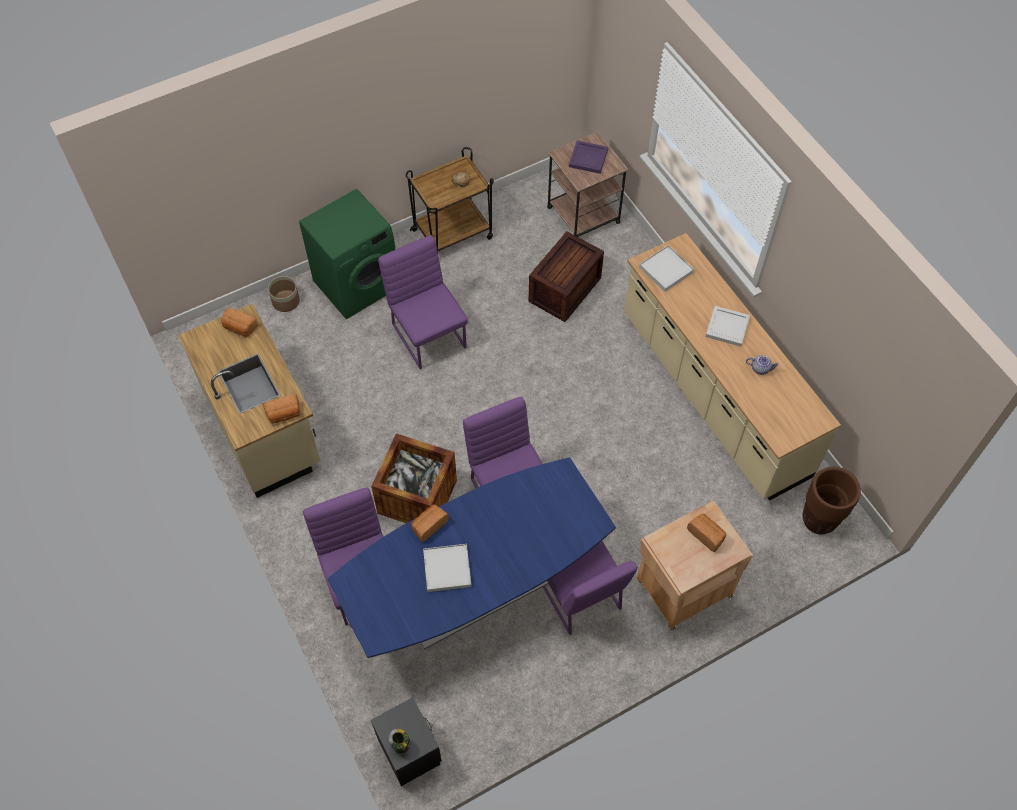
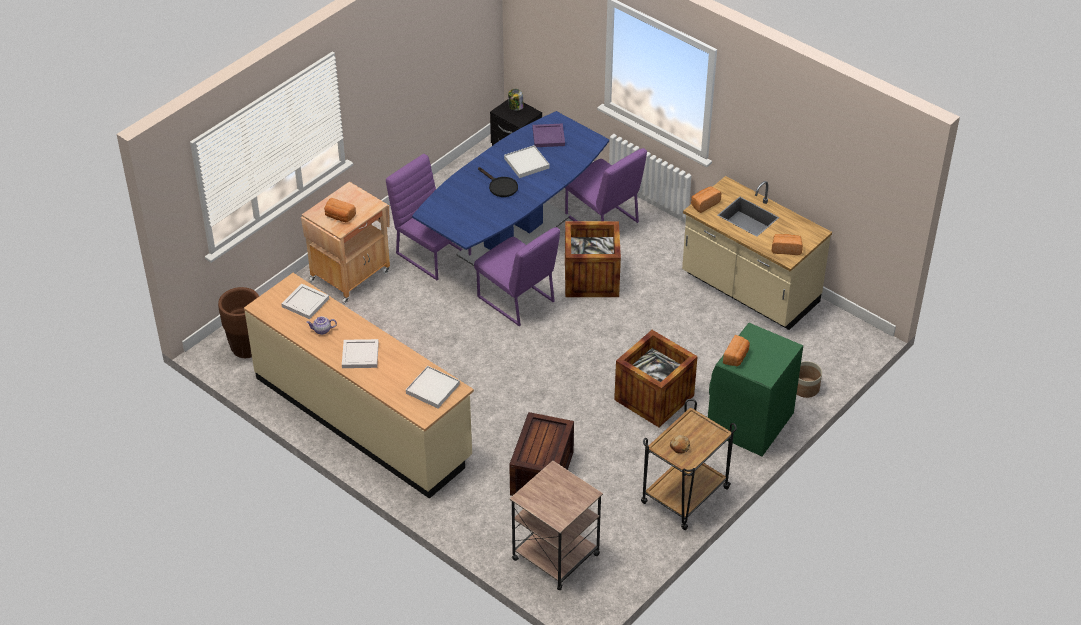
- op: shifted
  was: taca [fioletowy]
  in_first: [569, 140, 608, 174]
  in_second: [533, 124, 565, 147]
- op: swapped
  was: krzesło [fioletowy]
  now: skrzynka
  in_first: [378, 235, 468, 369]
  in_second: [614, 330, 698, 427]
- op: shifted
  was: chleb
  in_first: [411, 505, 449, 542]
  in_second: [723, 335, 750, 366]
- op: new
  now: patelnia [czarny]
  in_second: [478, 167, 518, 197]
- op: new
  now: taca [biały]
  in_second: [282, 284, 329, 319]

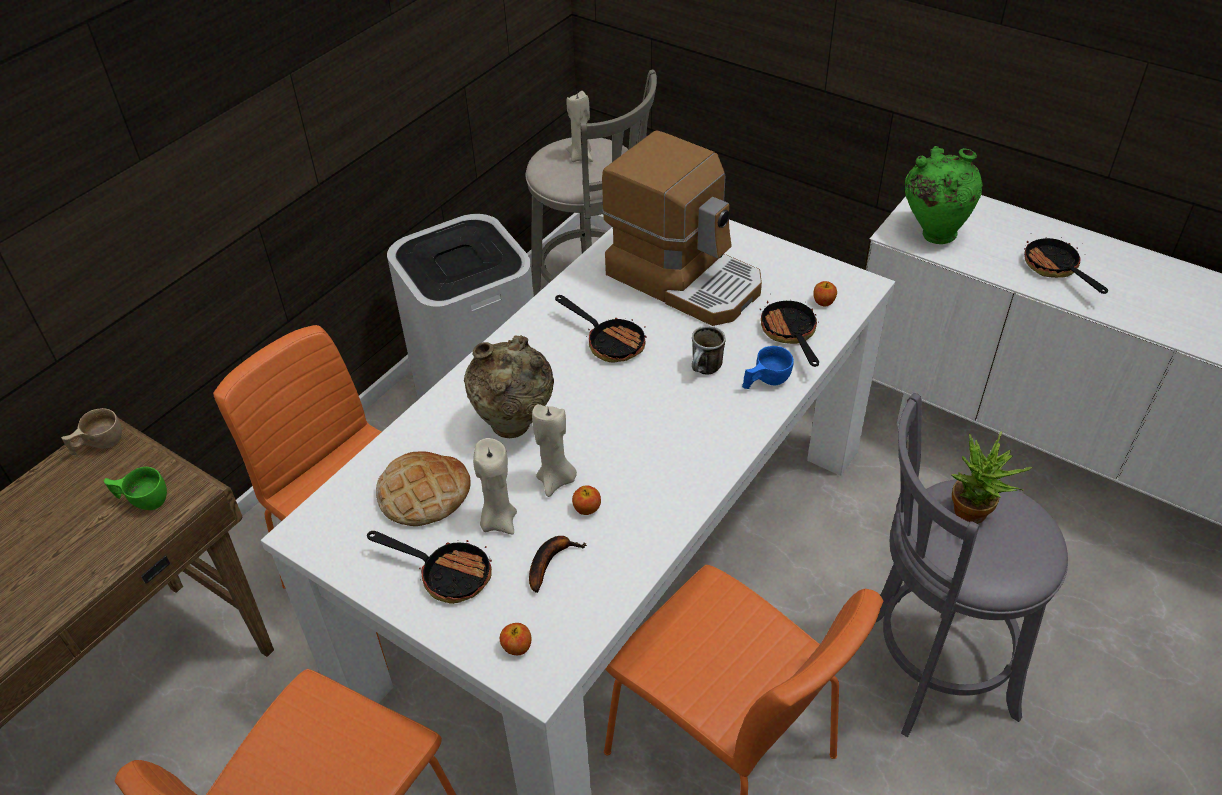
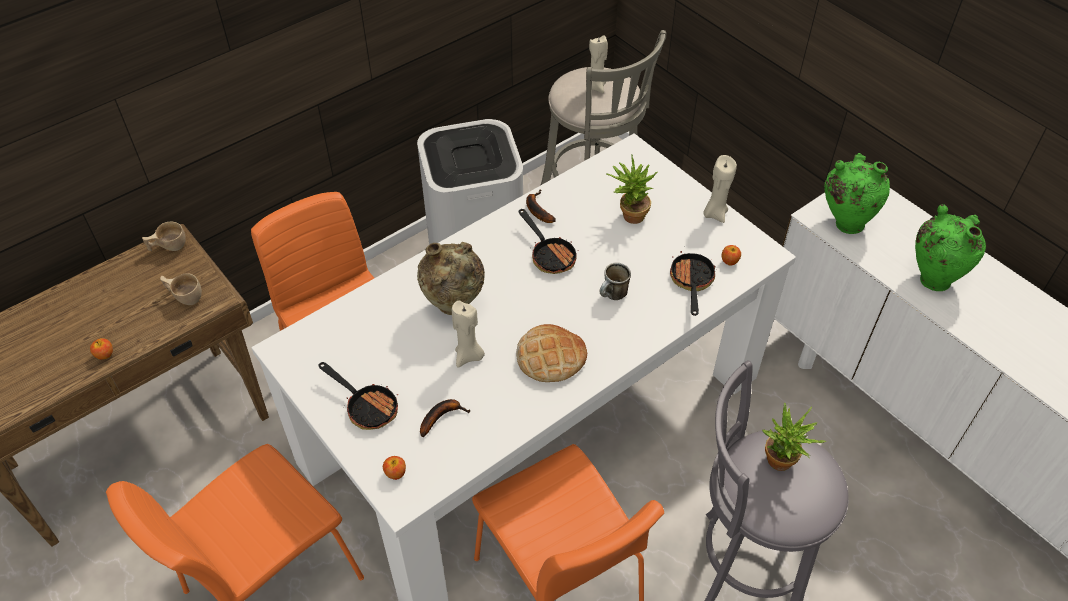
- op: swapped
  was: ekspres do kawy
  now: roślina doniczkowa
  in_first: [602, 131, 762, 326]
  in_second: [607, 154, 657, 224]
- op: swapped
  was: patelnia
  now: wazon [zielony]
  in_first: [1024, 237, 1108, 294]
  in_second: [915, 204, 986, 291]
- op: gone
  was: filiżanka [niebieski]
  in_first: [742, 346, 794, 389]
- op: shifted
  was: świeca [beżowy]
  in_first: [473, 438, 517, 534]
  in_second: [703, 155, 737, 223]
- op: shifted
  was: chleb
  in_first: [376, 451, 471, 526]
  in_second: [516, 324, 587, 382]
- op: repainted
  was: filiżanka [zielony]
  now: filiżanka [beżowy]
  in_first: [104, 467, 167, 510]
  in_second: [160, 273, 202, 305]
- op: shifted
  was: jabłko
  in_first: [572, 485, 601, 515]
  in_second: [90, 338, 113, 359]
- op: new
  now: banan
  in_second: [526, 189, 556, 223]

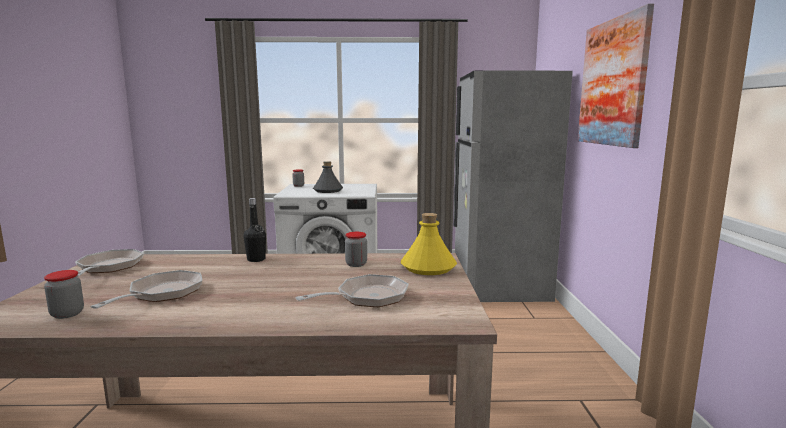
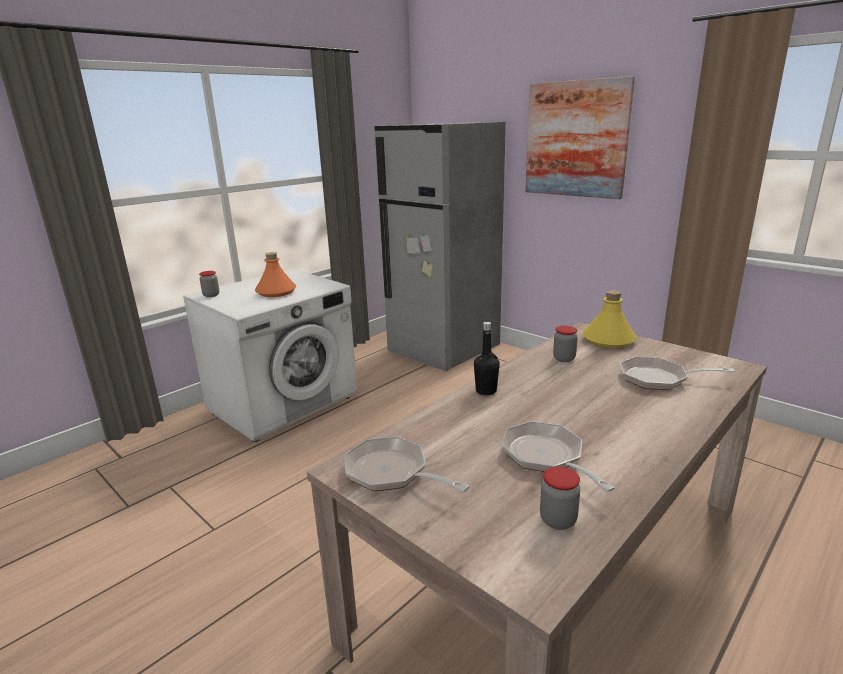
- op: repainted
  was: butelka [szary]
  now: butelka [pomarańczowy]
  in_first: [313, 161, 343, 193]
  in_second: [255, 252, 296, 297]
- op: rotated
  was: patelnia
  in_first: [296, 274, 409, 307]
  in_second: [620, 357, 735, 390]
  clockwise: -90

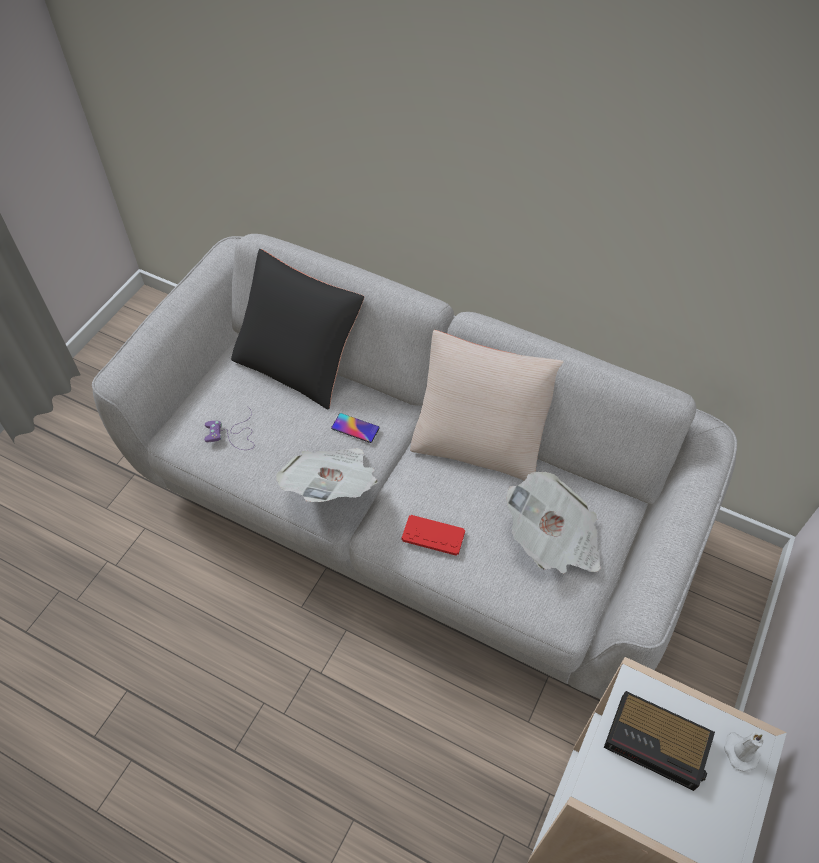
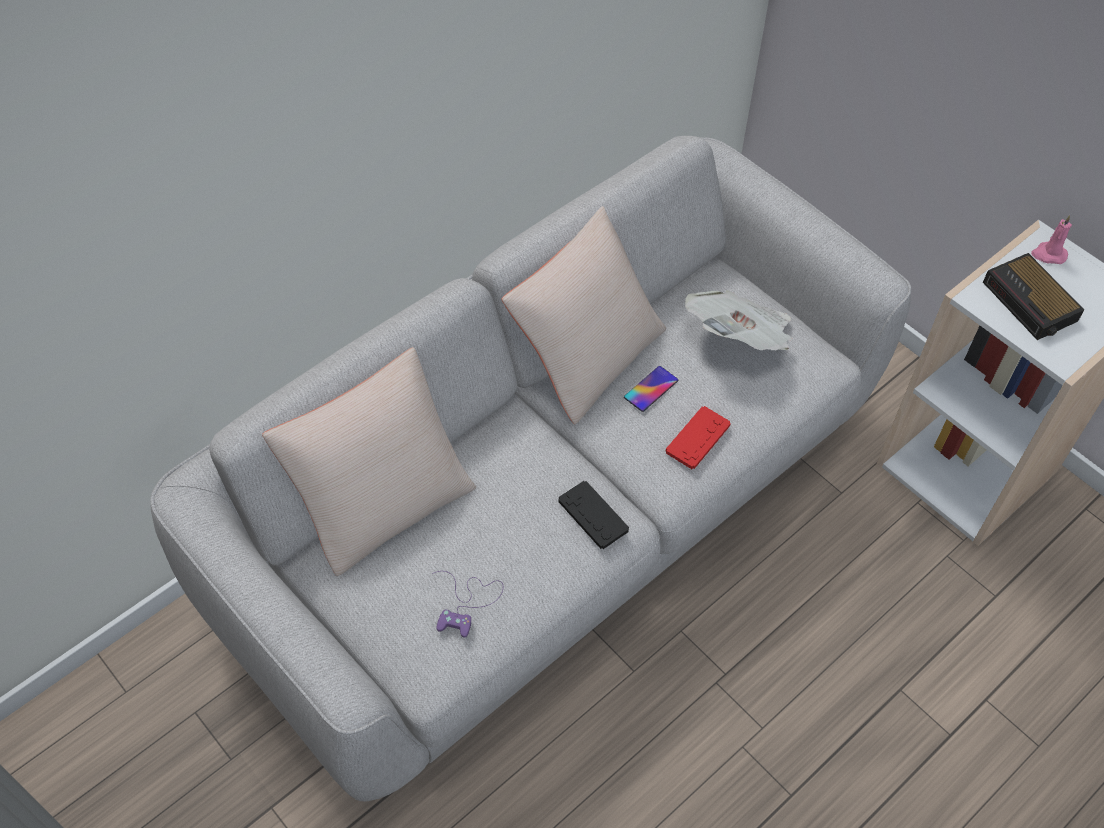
- op: repainted
  was: poduszka [czarny]
  now: poduszka [beżowy]
  in_first: [231, 249, 364, 410]
  in_second: [262, 347, 476, 576]
- op: shifted
  was: telefon
  in_first: [331, 413, 380, 443]
  in_second: [624, 366, 678, 412]
- op: swapped
  was: gazeta
  now: pad do gier [czarny]
  in_first: [276, 448, 378, 502]
  in_second: [558, 481, 629, 549]
- op: rotated
  was: budzik
  in_first: [604, 691, 715, 791]
  in_second: [983, 253, 1084, 340]
  clockwise: 105
- op: repainted
  was: świeca [biały]
  now: świeca [różowy]
  in_first: [724, 731, 764, 772]
  in_second: [1031, 215, 1072, 264]

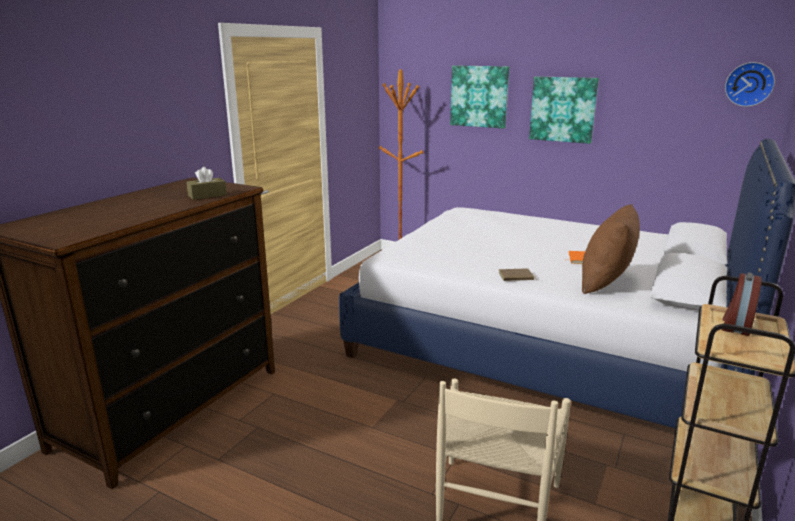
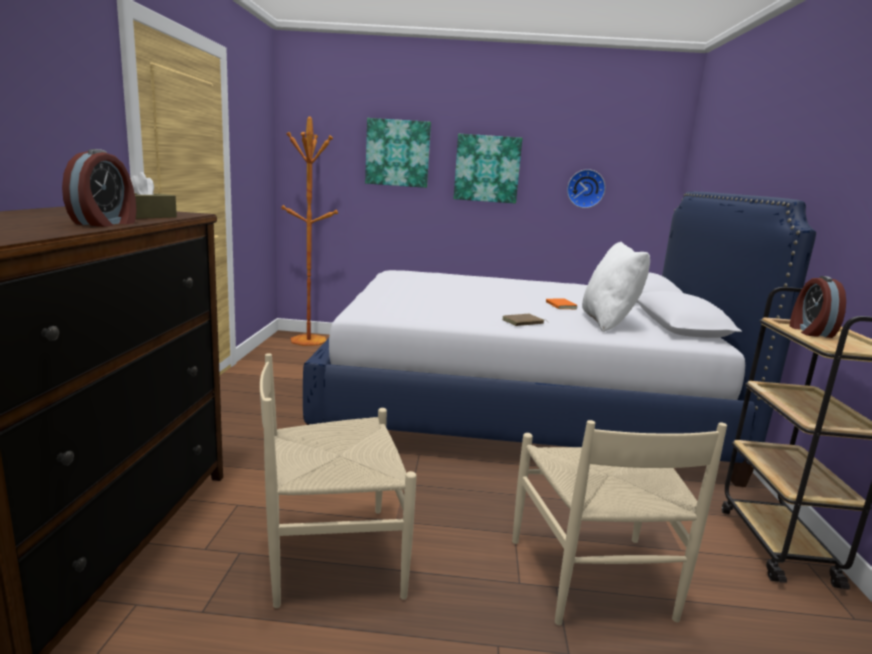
- op: shifted
  was: zegar ścienny
  in_first: [725, 62, 775, 107]
  in_second: [567, 169, 605, 208]
- op: repainted
  was: poduszka [brązowy]
  now: poduszka [biały]
  in_first: [582, 204, 640, 294]
  in_second: [582, 242, 650, 332]
- op: new
  now: budzik
  in_second: [62, 149, 136, 227]
- op: new
  now: krzesło [beżowy]
  in_second: [260, 353, 416, 608]

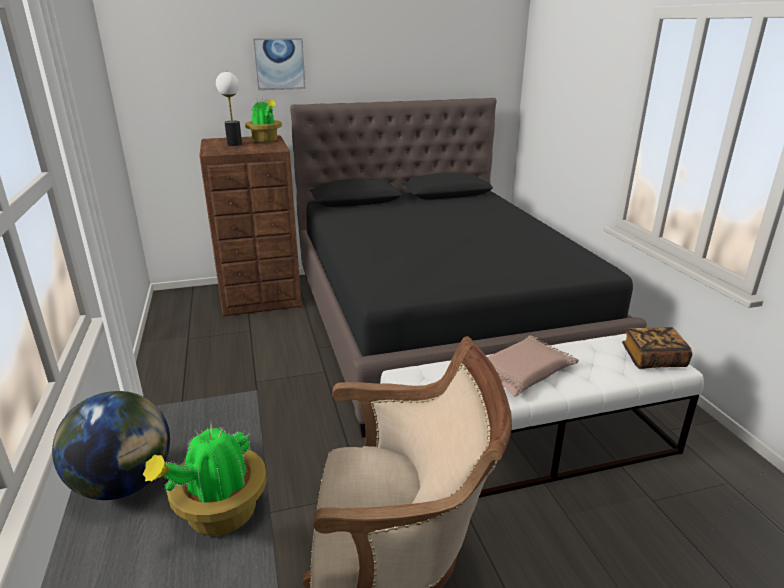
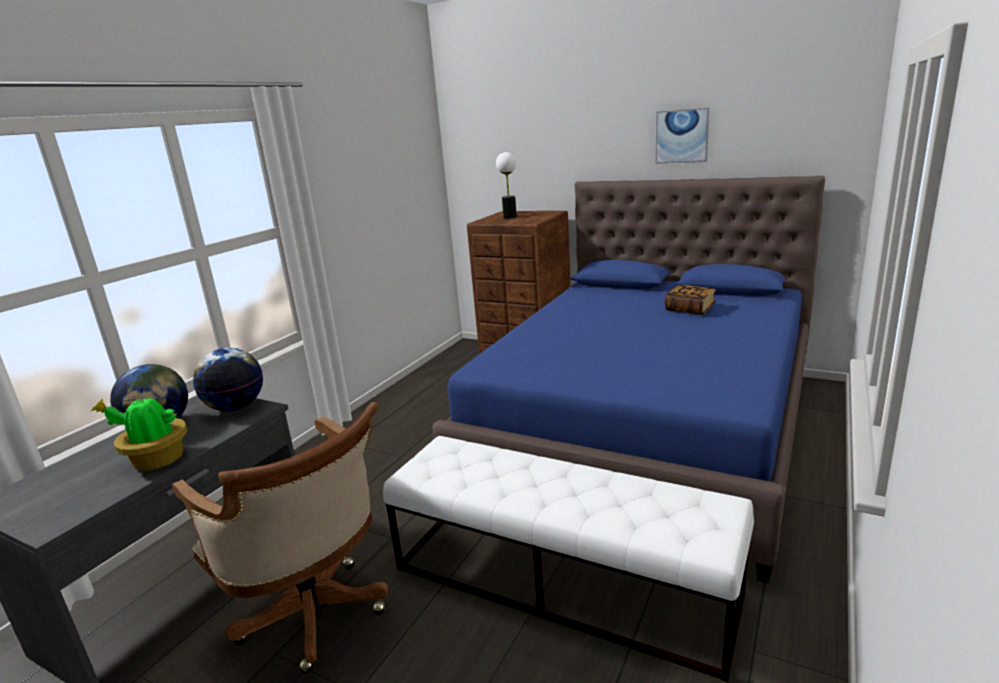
- op: shifted
  was: obraz
  in_first: [253, 38, 306, 90]
  in_second: [656, 108, 709, 164]
- op: repainted
  was: łóżko [czarny]
  now: łóżko [niebieski]
  in_first: [290, 98, 647, 438]
  in_second: [432, 176, 825, 583]
- op: gone
  was: roślina doniczkowa
  in_first: [245, 99, 282, 142]
- op: shifted
  was: książka
  in_first: [622, 327, 692, 369]
  in_second: [665, 285, 716, 315]
- op: gone
  was: poduszka [beżowy]
  in_first: [487, 335, 579, 396]
- op: new
  now: globus
  in_second: [193, 347, 263, 411]

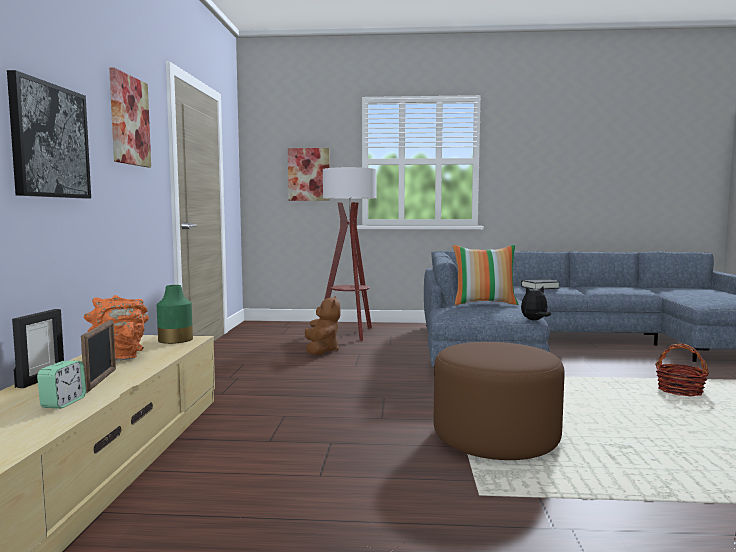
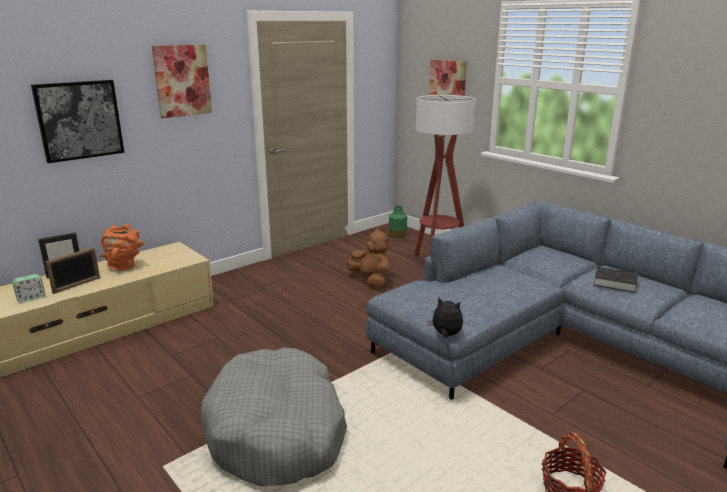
- op: gone
  was: poduszka
  in_first: [453, 245, 519, 305]
- op: shifted
  was: wazon [zielony]
  in_first: [157, 285, 193, 344]
  in_second: [389, 206, 407, 238]
- op: rotated
  was: pluszak [brązowy]
  in_first: [305, 296, 341, 355]
  in_second: [346, 228, 389, 288]
  clockwise: -75
- op: swapped
  was: pufa [brązowy]
  now: legowisko [szary]
  in_first: [434, 342, 565, 460]
  in_second: [201, 347, 347, 486]

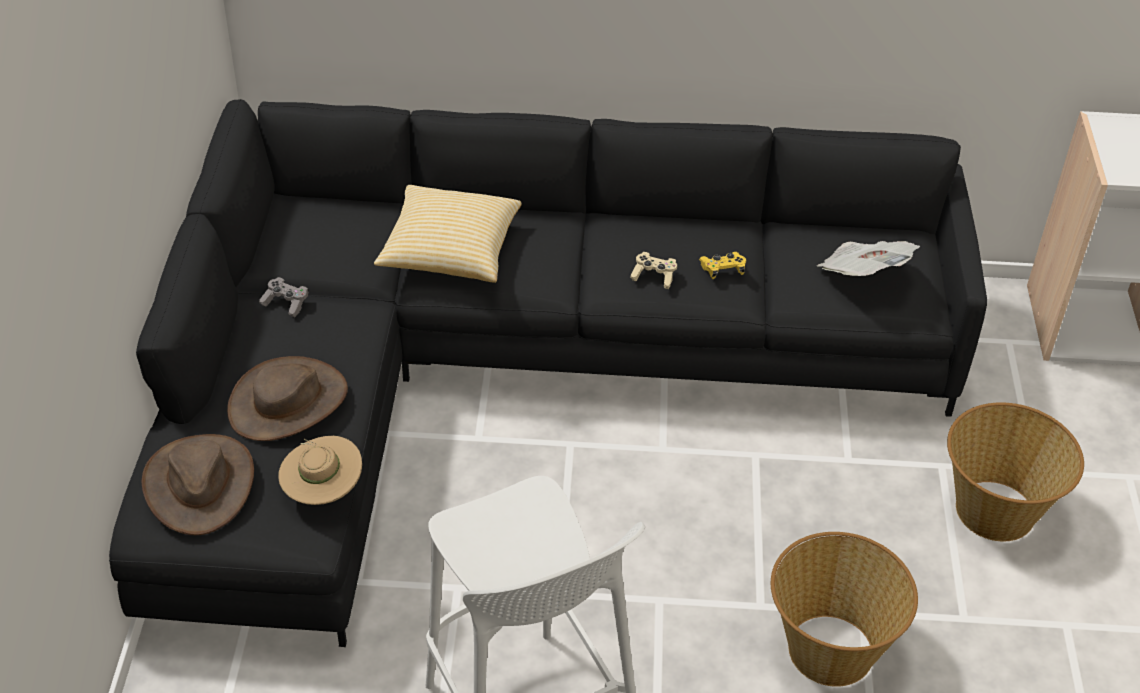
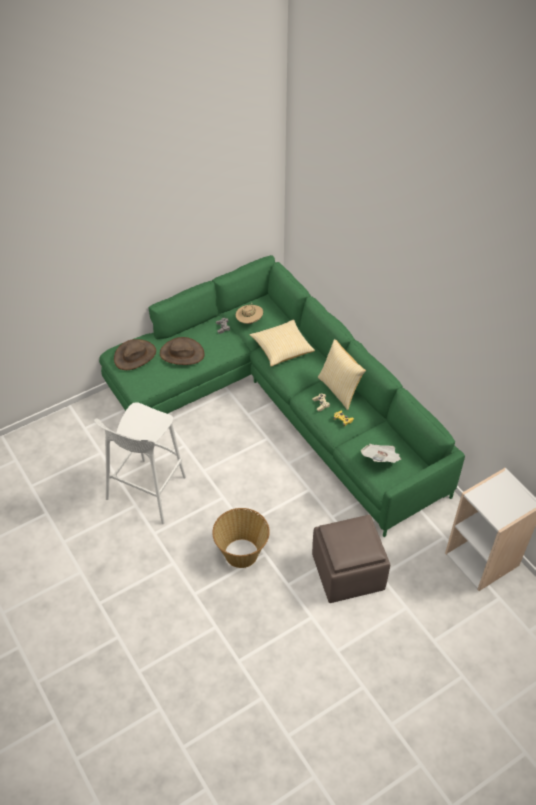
- op: repainted
  was: kanapa [czarny]
  now: kanapa [zielony]
  in_first: [109, 99, 987, 647]
  in_second: [99, 255, 465, 537]
- op: swapped
  was: koszyk
  now: pufa [brązowy]
  in_first: [947, 402, 1084, 542]
  in_second: [312, 515, 390, 603]
- op: shifted
  was: kapelusz [beżowy]
  in_first: [278, 436, 362, 505]
  in_second: [235, 302, 263, 324]
- op: new
  now: poduszka
  in_second: [318, 339, 366, 410]

